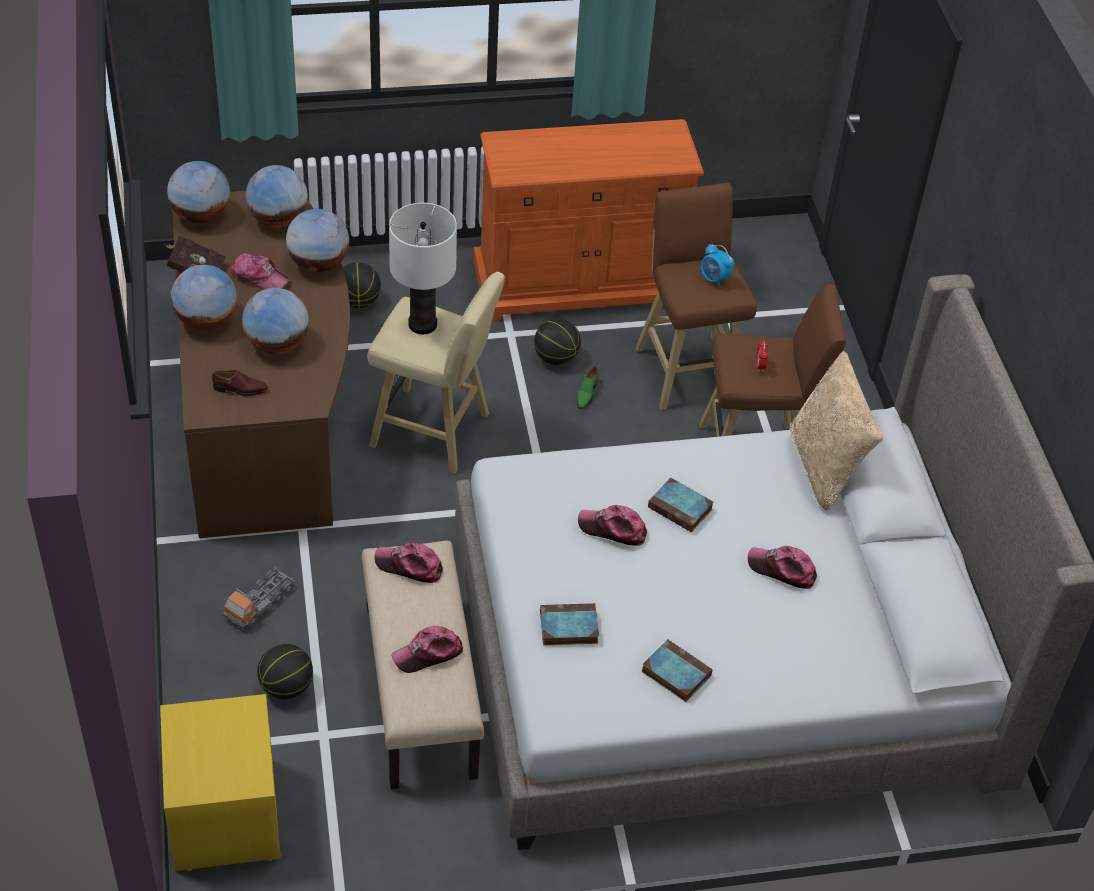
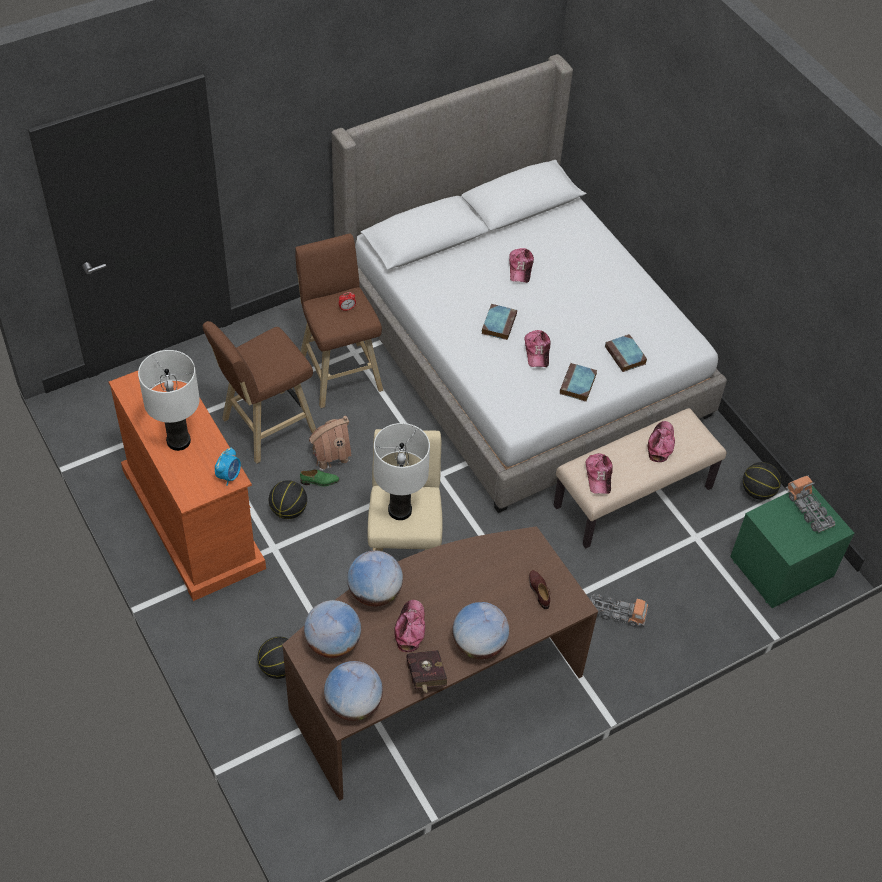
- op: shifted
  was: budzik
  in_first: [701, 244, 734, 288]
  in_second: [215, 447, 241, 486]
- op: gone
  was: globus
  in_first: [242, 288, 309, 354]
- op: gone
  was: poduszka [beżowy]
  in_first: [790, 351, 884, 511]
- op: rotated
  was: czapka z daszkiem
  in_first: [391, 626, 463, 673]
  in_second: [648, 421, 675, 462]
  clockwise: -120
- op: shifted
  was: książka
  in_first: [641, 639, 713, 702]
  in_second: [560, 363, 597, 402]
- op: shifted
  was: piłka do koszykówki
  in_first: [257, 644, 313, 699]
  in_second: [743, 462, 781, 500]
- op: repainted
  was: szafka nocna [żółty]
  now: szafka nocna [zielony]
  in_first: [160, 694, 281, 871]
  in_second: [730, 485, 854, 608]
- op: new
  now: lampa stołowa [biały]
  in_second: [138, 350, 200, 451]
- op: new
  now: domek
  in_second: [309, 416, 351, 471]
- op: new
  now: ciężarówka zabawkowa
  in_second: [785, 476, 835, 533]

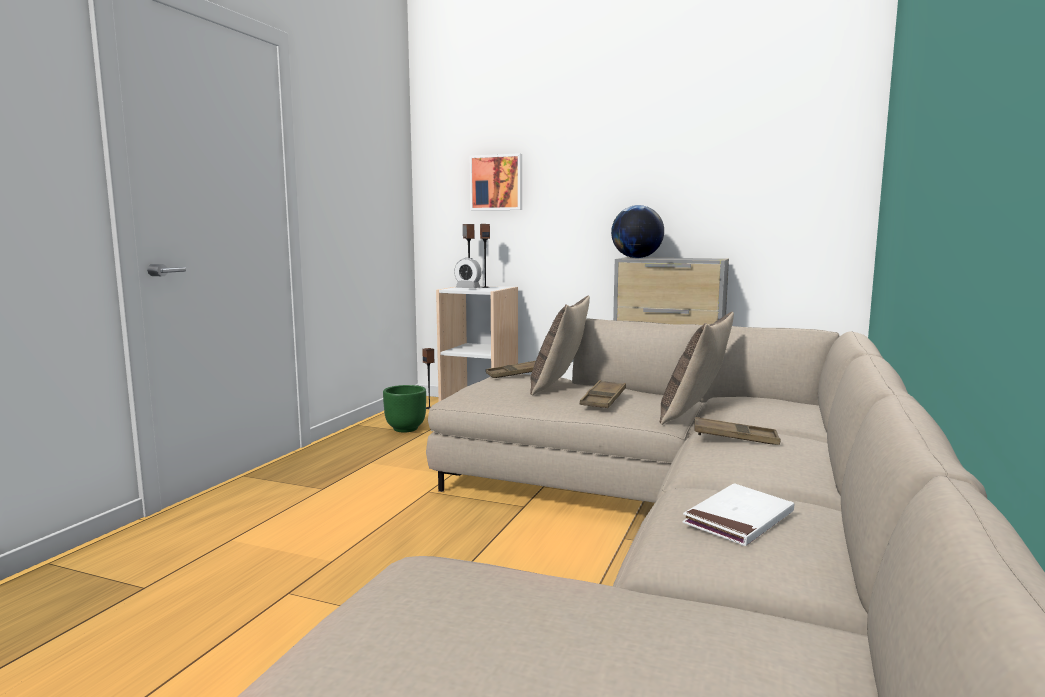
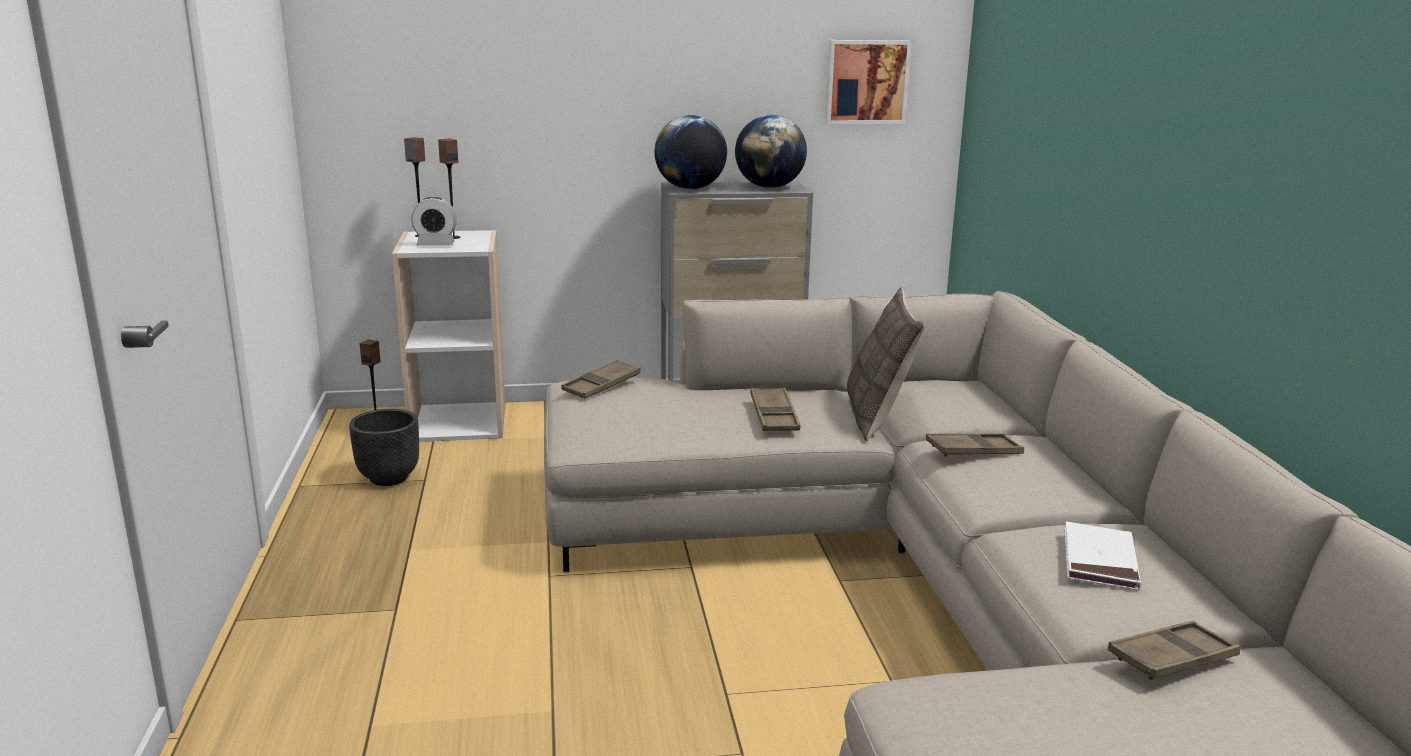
- op: shifted
  was: obraz
  in_first: [469, 153, 522, 211]
  in_second: [825, 40, 912, 124]
- op: gone
  was: poduszka
  in_first: [530, 296, 590, 396]
- op: repainted
  was: donica [zielony]
  now: donica [czarny]
  in_first: [383, 385, 426, 432]
  in_second: [349, 409, 419, 486]
- op: new
  now: globus
  in_second: [735, 115, 807, 188]
- op: new
  now: taca [brązowy]
  in_second: [1108, 620, 1241, 680]

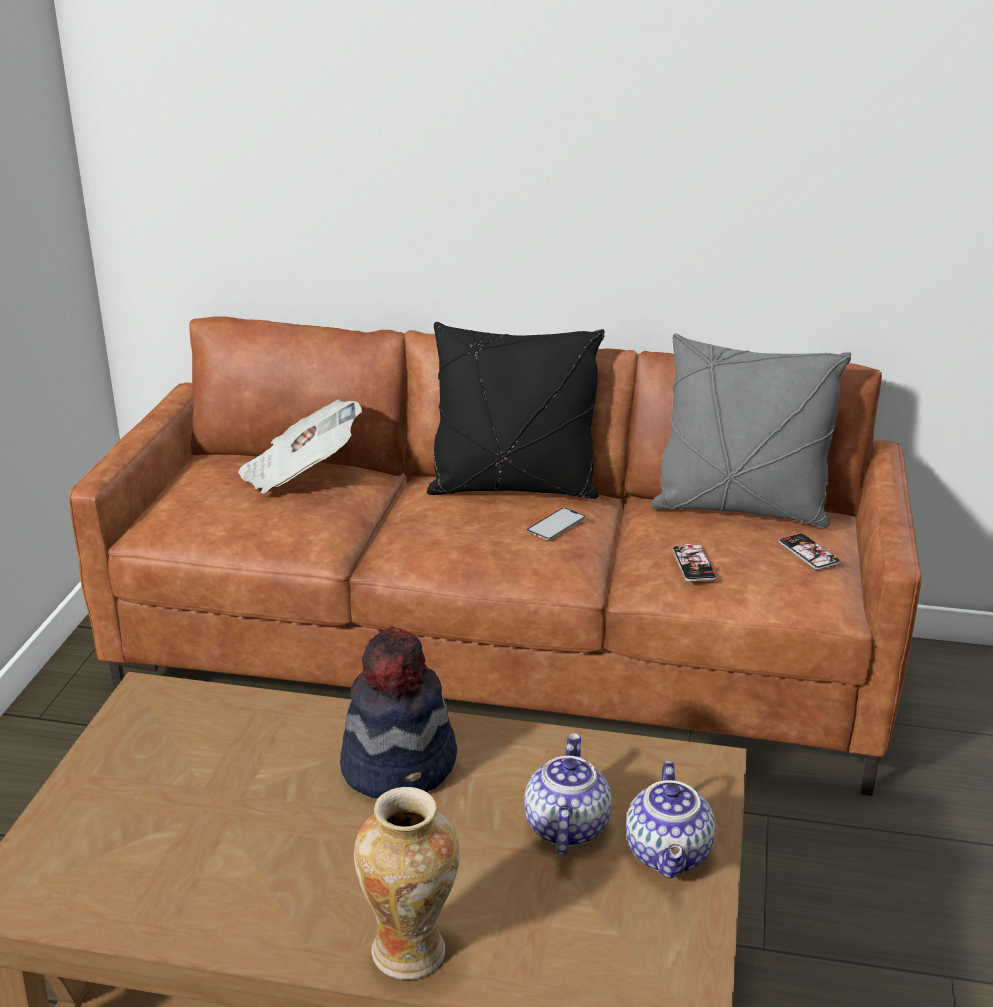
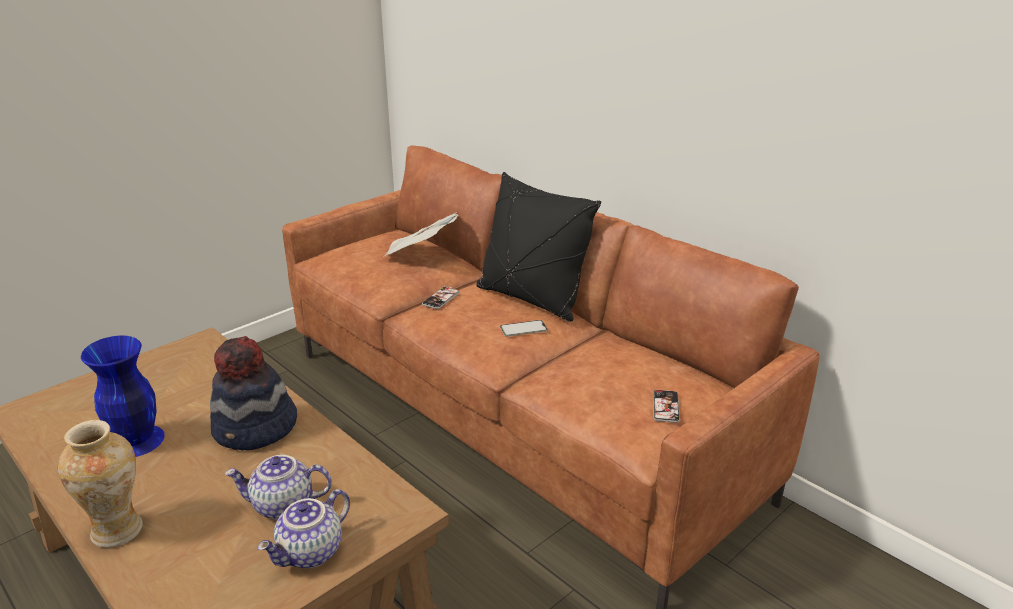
- op: gone
  was: poduszka [szary]
  in_first: [651, 333, 851, 528]
- op: shifted
  was: telefon
  in_first: [672, 543, 717, 582]
  in_second: [422, 286, 460, 309]
- op: rotated
  was: imbryk
  in_first: [524, 733, 612, 855]
  in_second: [225, 455, 332, 520]
  clockwise: -135
- op: new
  now: wazon [niebieski]
  in_second: [81, 336, 165, 457]

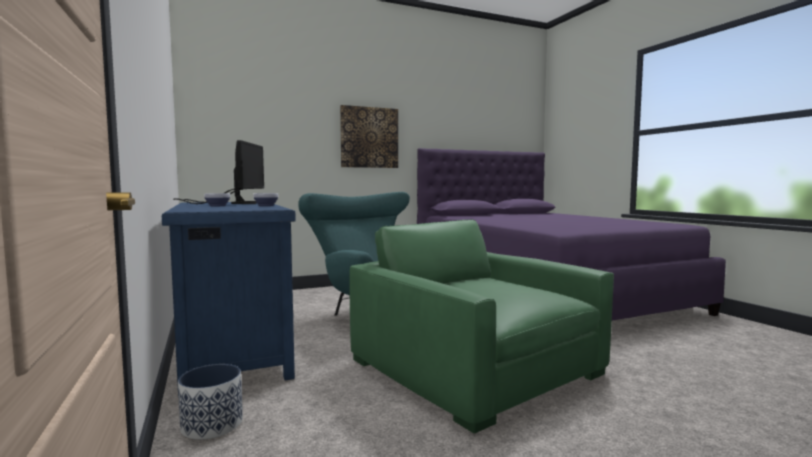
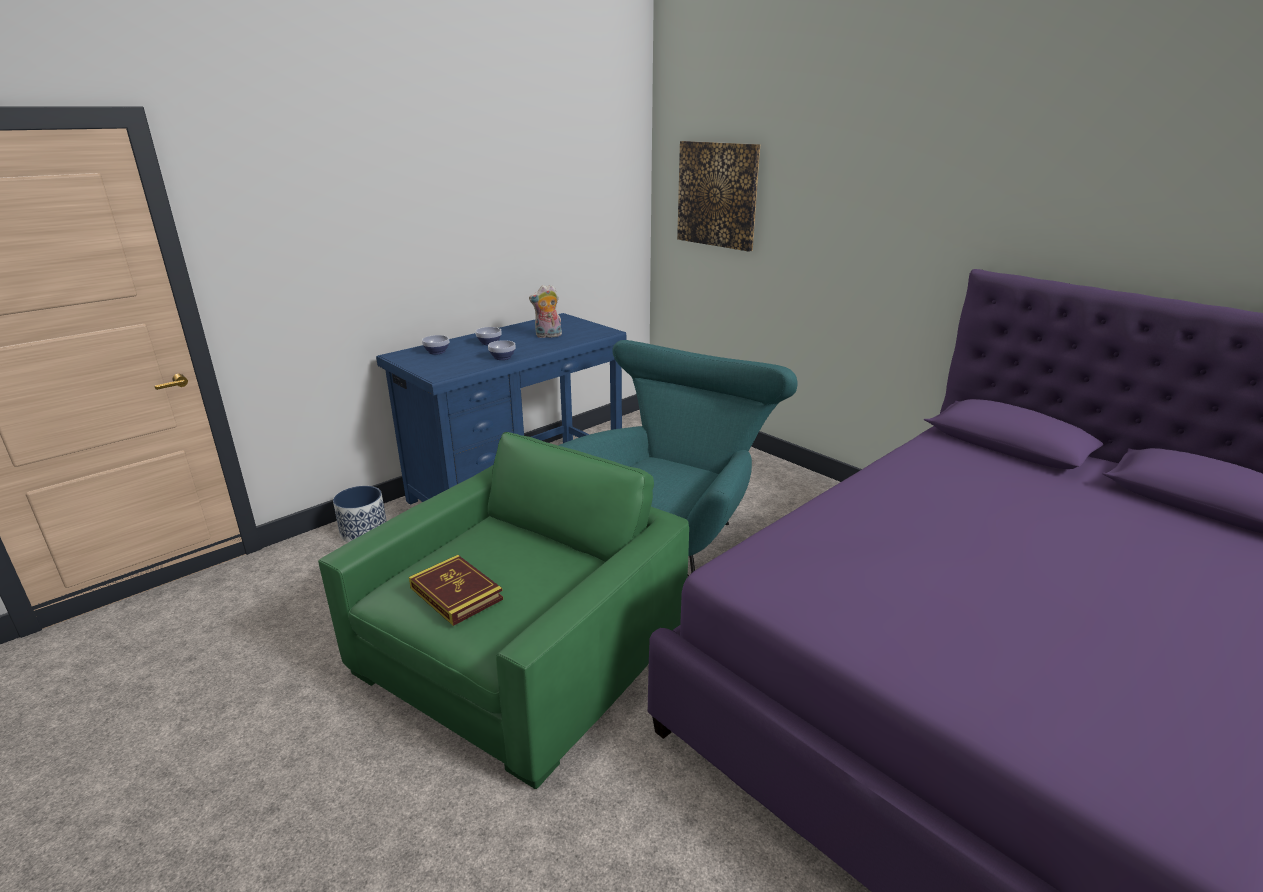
- op: shifted
  was: obraz
  in_first: [340, 105, 398, 168]
  in_second: [677, 141, 760, 252]
- op: swapped
  was: monitor
  now: pluszak
  in_first: [173, 140, 264, 204]
  in_second: [529, 284, 562, 338]
- op: new
  now: miska
  in_second: [422, 335, 449, 355]
- op: new
  now: książka
  in_second: [409, 555, 503, 626]

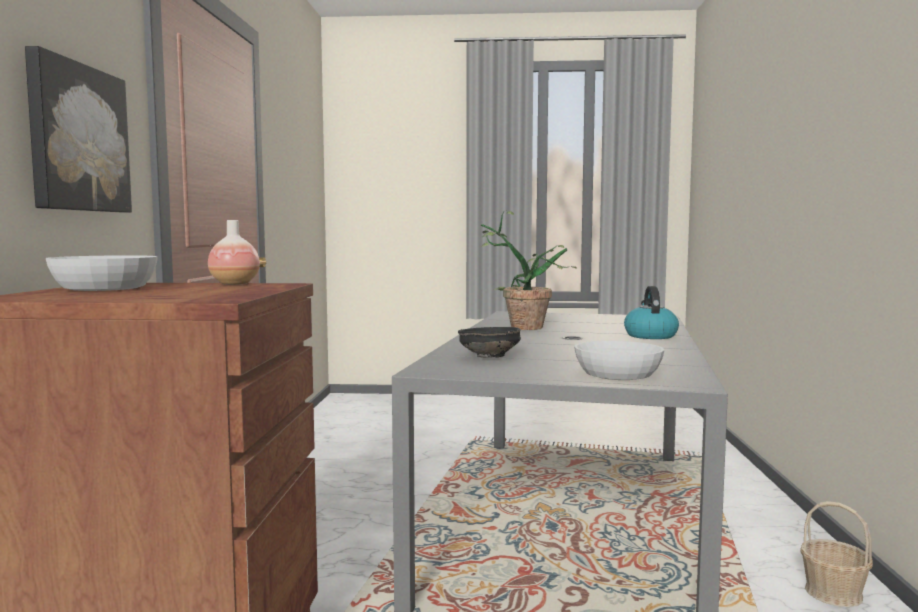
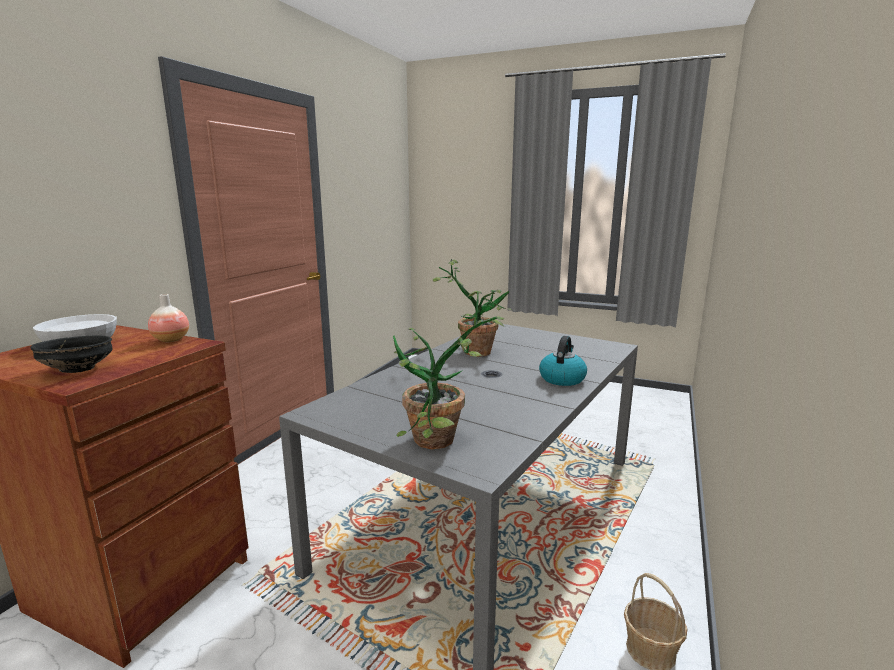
- op: gone
  was: obraz
  in_first: [25, 46, 132, 213]
- op: shifted
  was: miska [czarny]
  in_first: [458, 327, 521, 358]
  in_second: [31, 336, 113, 373]
- op: swapped
  was: miska [biały]
  now: roślina doniczkowa
  in_first: [574, 341, 664, 380]
  in_second: [393, 291, 504, 449]

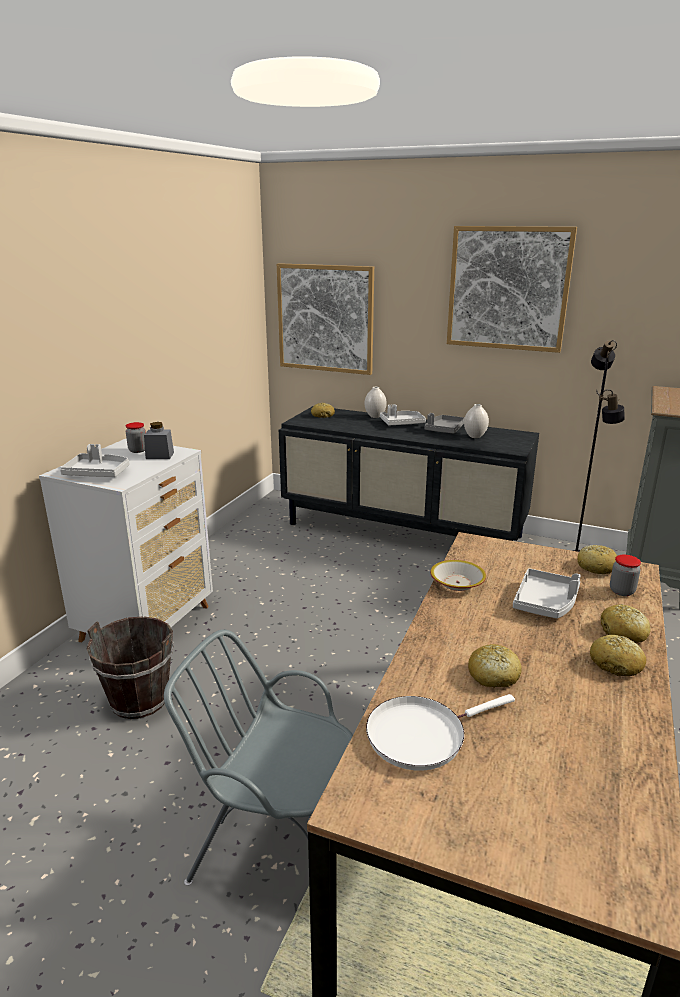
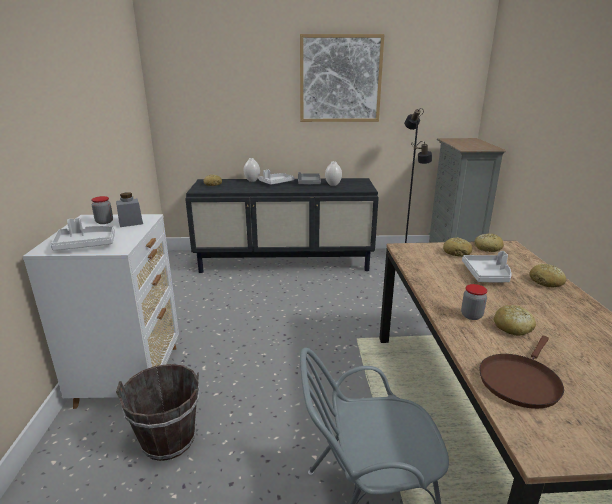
- op: gone
  was: obraz
  in_first: [277, 263, 374, 375]
- op: shifted
  was: słoik
  in_first: [610, 555, 641, 596]
  in_second: [461, 284, 487, 320]
- op: gone
  was: miska
  in_first: [430, 560, 486, 591]
- op: shifted
  was: chleb
  in_first: [590, 635, 646, 676]
  in_second: [443, 237, 472, 257]
- op: repainted
  was: patelnia [biały]
  now: patelnia [brązowy]
  in_first: [366, 694, 515, 771]
  in_second: [479, 336, 564, 409]

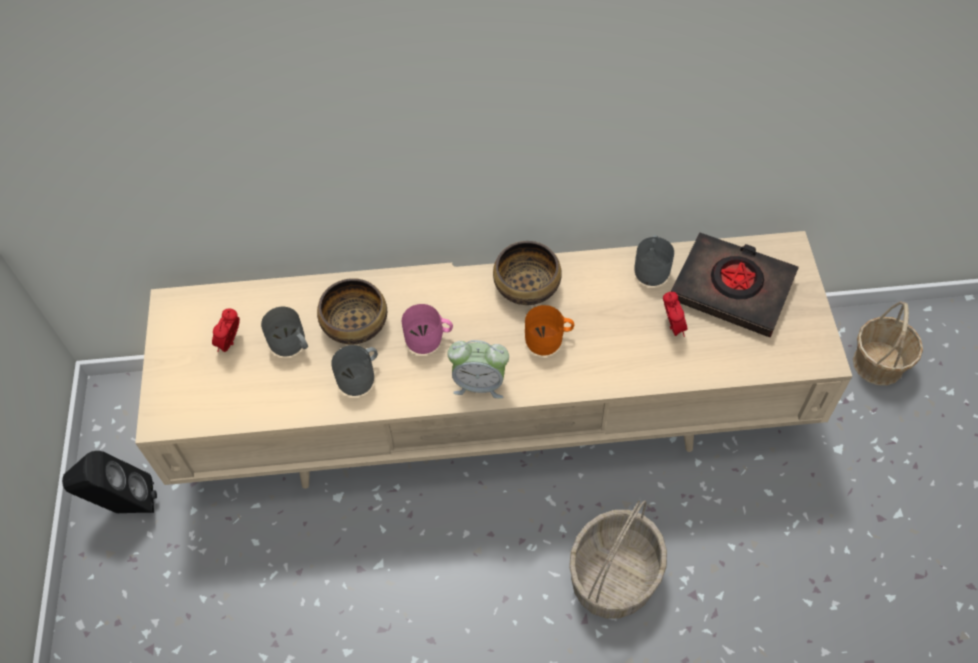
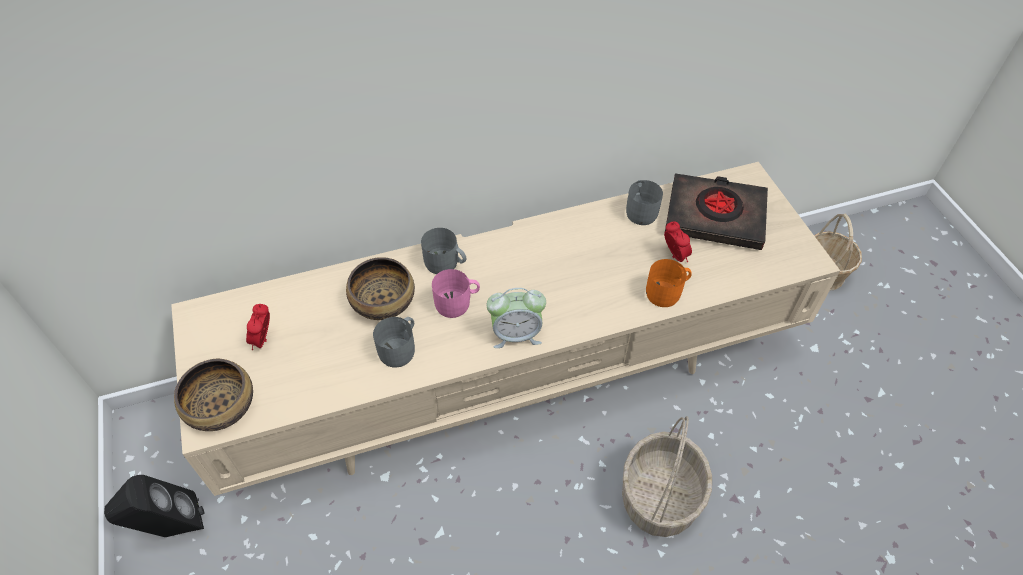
- op: shifted
  was: miska
  in_first: [493, 241, 562, 305]
  in_second: [174, 359, 253, 431]
- op: shifted
  was: kubek [pomarańczowy]
  in_first: [525, 305, 574, 355]
  in_second: [646, 259, 692, 307]
- op: shifted
  was: kubek [szary]
  in_first: [261, 307, 308, 356]
  in_second: [421, 228, 466, 274]

